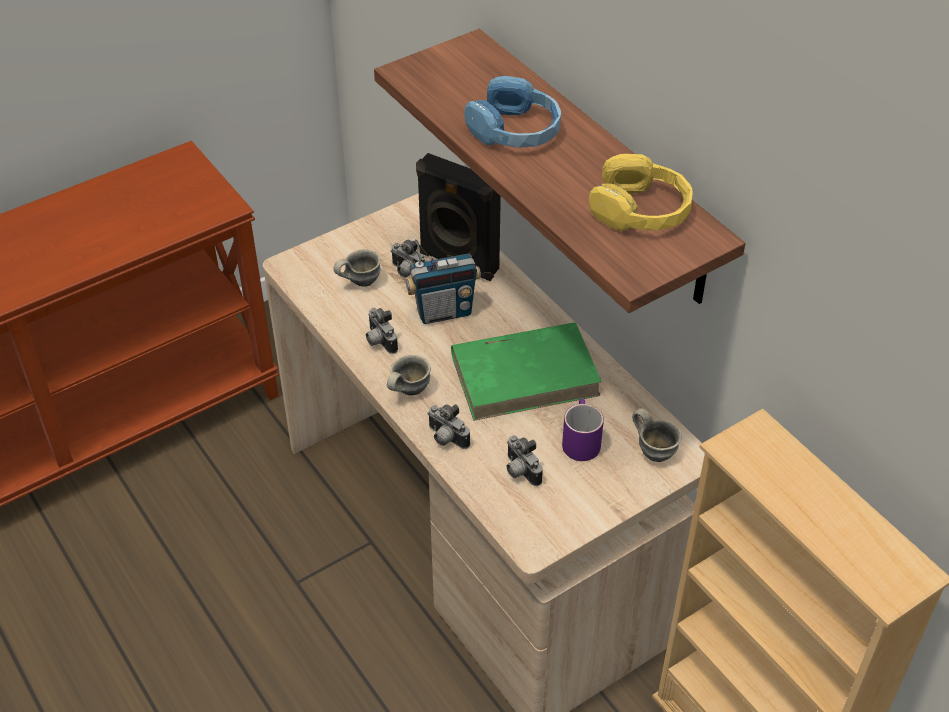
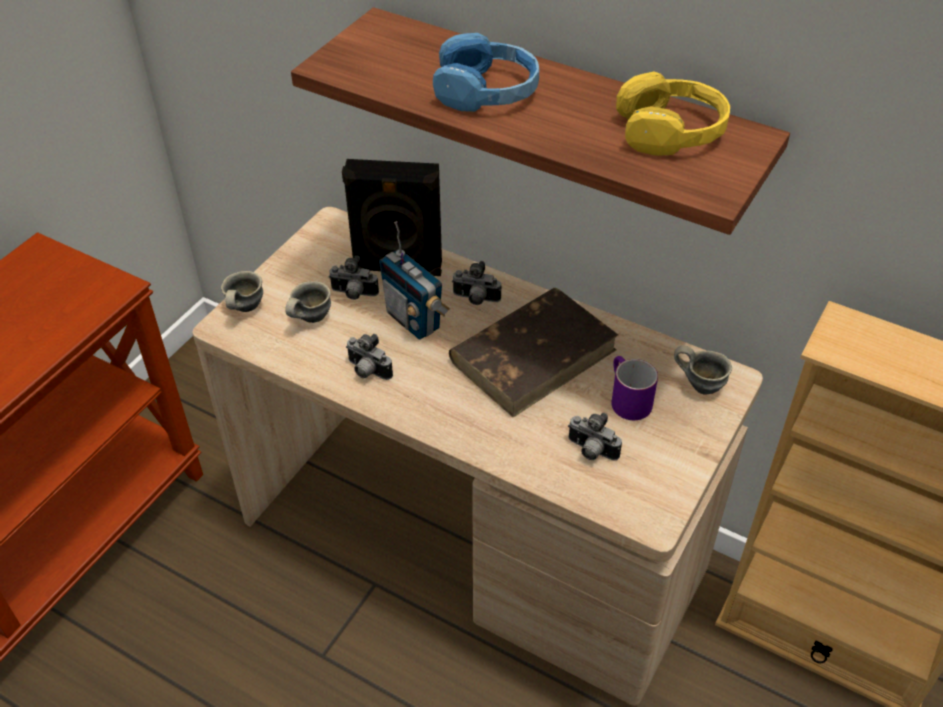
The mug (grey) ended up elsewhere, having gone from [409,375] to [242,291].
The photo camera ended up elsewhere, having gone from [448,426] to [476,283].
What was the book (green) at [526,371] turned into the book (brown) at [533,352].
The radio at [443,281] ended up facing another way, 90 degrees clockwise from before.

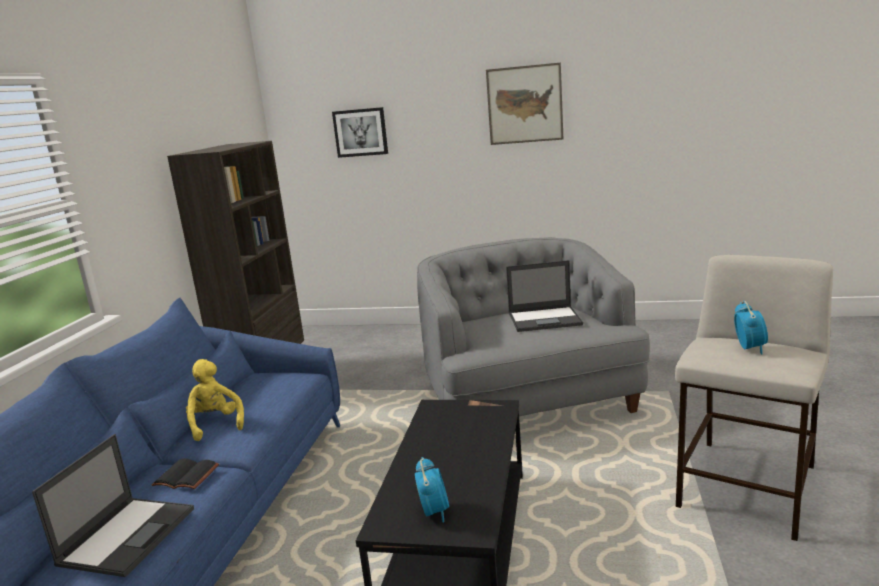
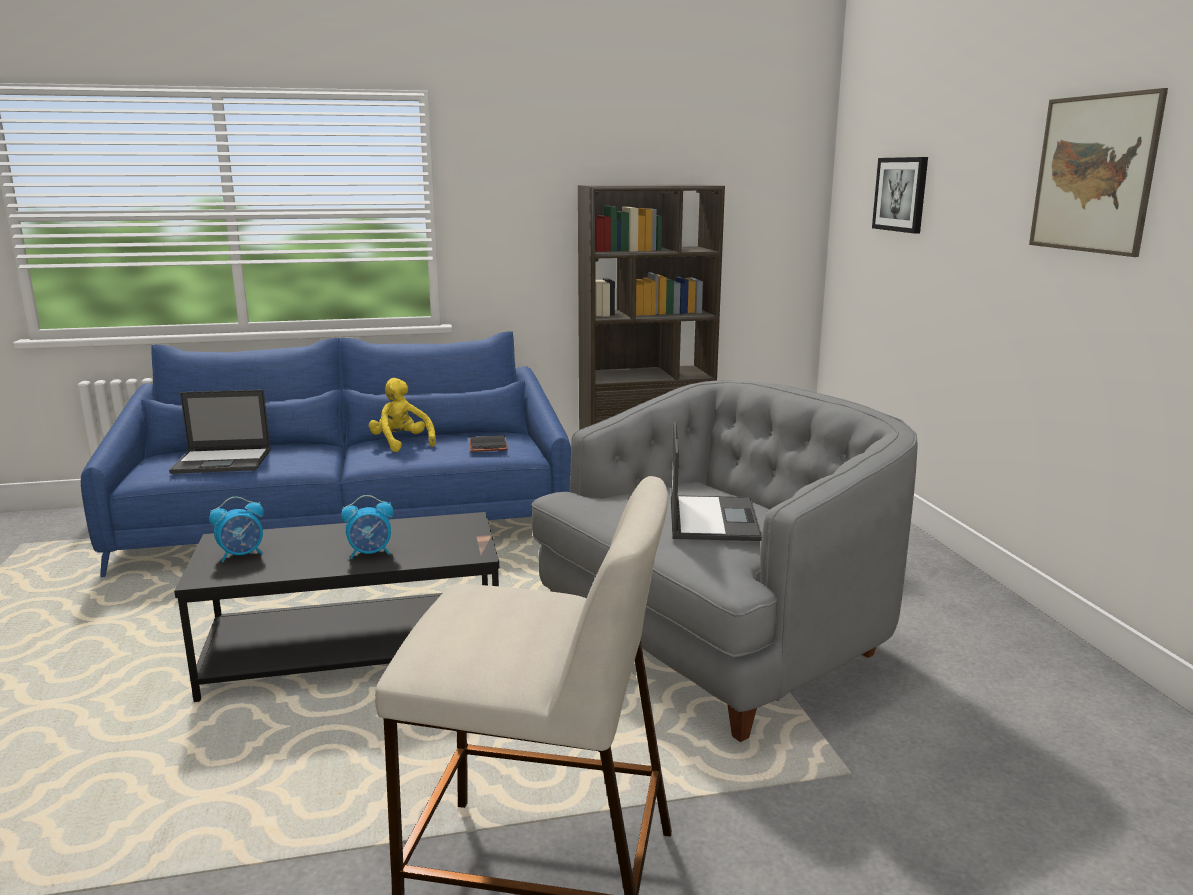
The book (black) ended up elsewhere, having gone from [185,473] to [488,443].
The alarm clock ended up elsewhere, having gone from [751,328] to [367,527].
The plush toy (yellow) at [215,400] ended up facing another way, 75 degrees counterclockwise from before.
The laptop at [544,296] ended up facing another way, 150 degrees counterclockwise from before.

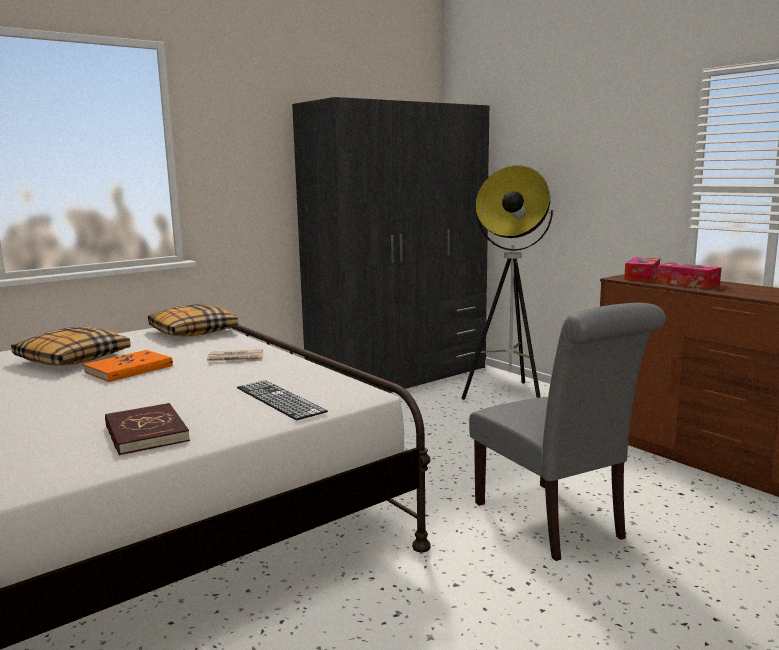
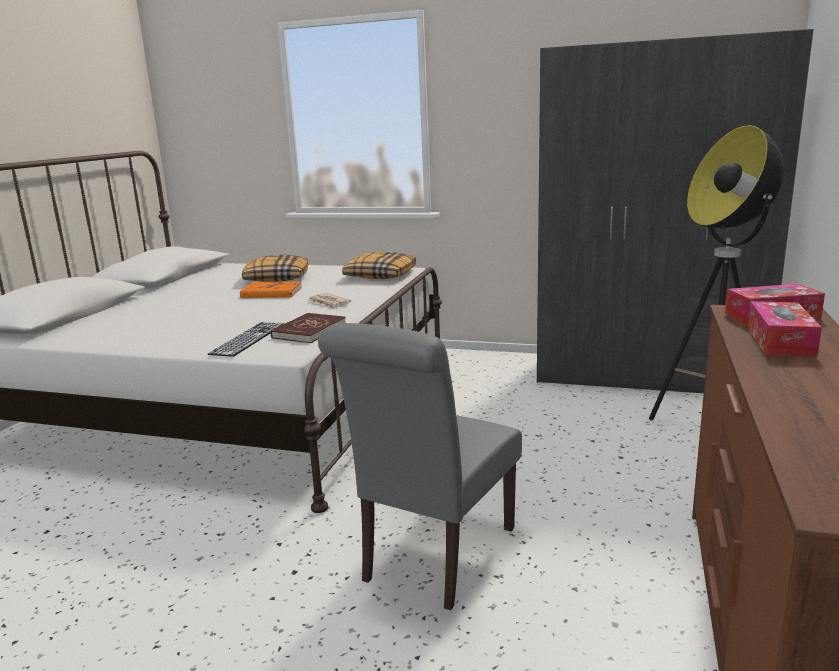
The book (red) ended up elsewhere, having gone from [147,429] to [308,328].

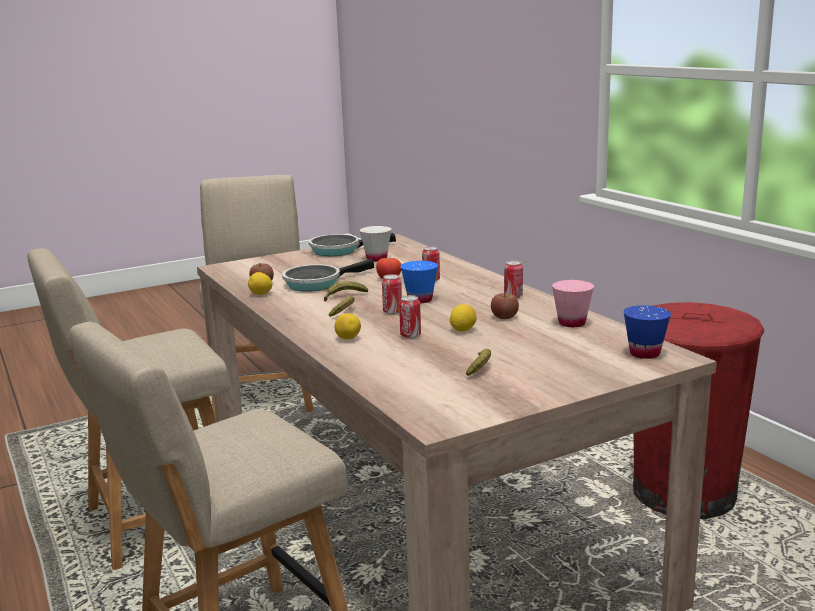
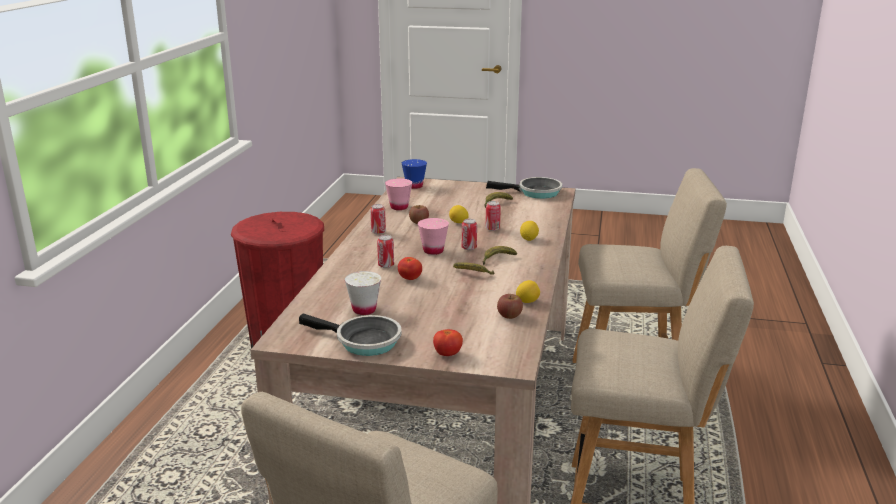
The second view gained the tomato at [448,342].
The frying pan ended up elsewhere, having gone from [328,275] to [524,188].
What was the cup (blue) at [419,282] turned into the cup (pink) at [433,236].

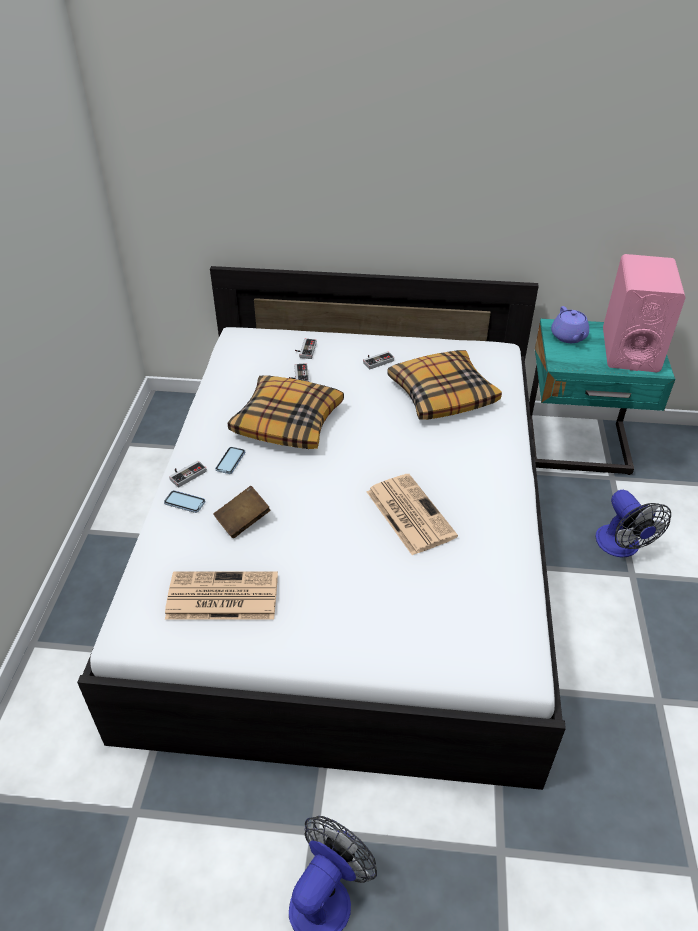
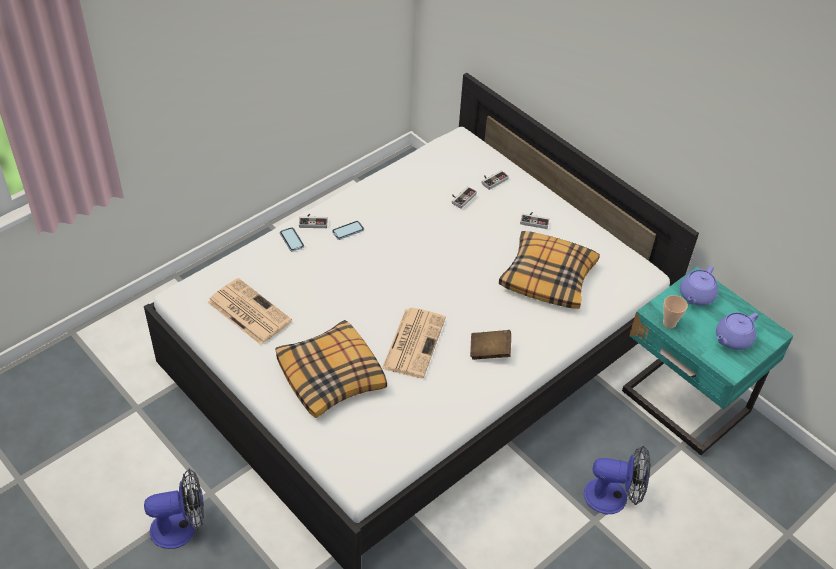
The second view gained the cup at [675,311].
The book (brown) ended up elsewhere, having gone from [242,512] to [490,345].
The pillow ended up elsewhere, having gone from [286,412] to [331,369].
Where the speaker (pink) stood at [644,313], the teapot (purple) came to stand at [737,331].
The fan at [633,523] ended up facing another way, 105 degrees counterclockwise from before.

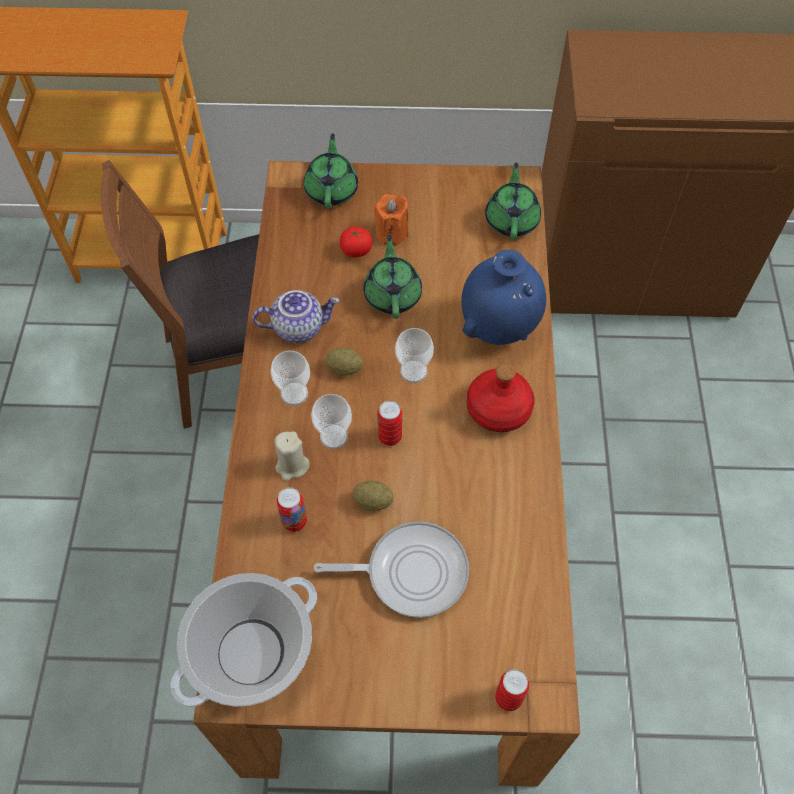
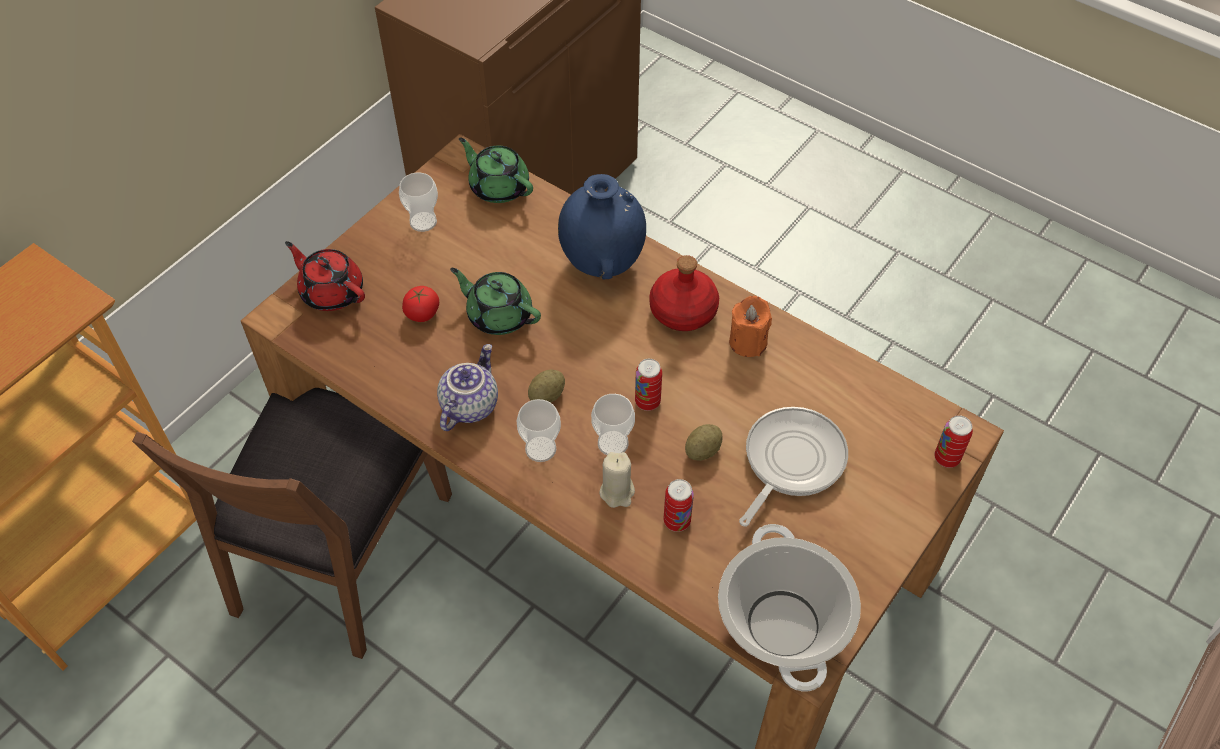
The candle (orange) ended up elsewhere, having gone from [391,219] to [750,326].
The cup ended up elsewhere, having gone from [414,355] to [418,202].
What was the teapot (green) at [331,171] turned into the teapot (red) at [325,276].

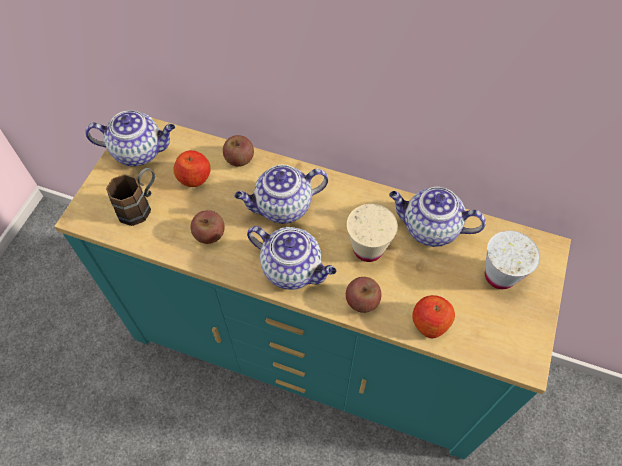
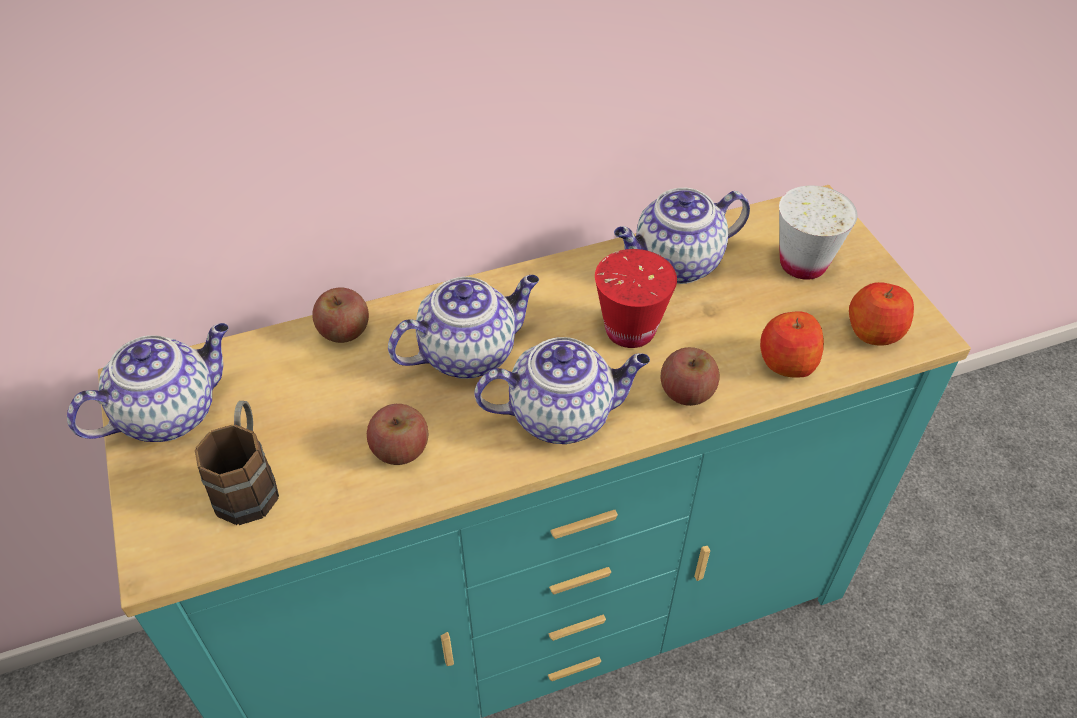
The apple ended up elsewhere, having gone from [191,168] to [881,314].
What was the cup (beige) at [372,233] turned into the cup (red) at [636,298].
The teapot at [281,194] ended up facing another way, 150 degrees counterclockwise from before.

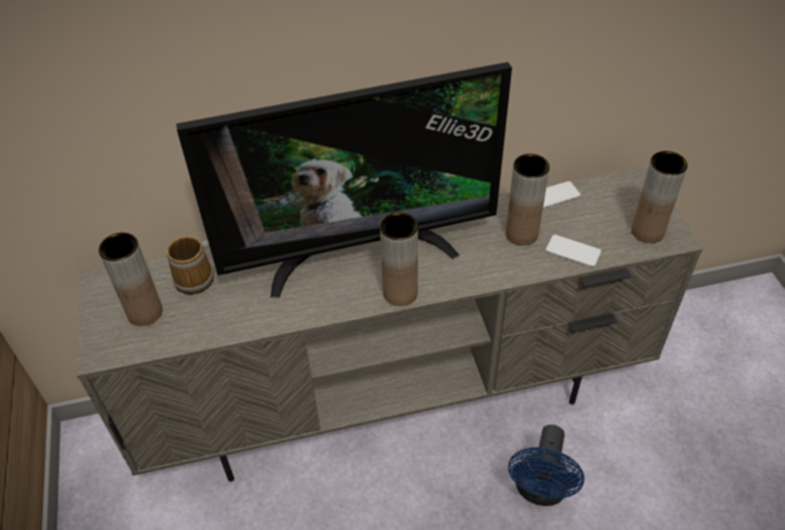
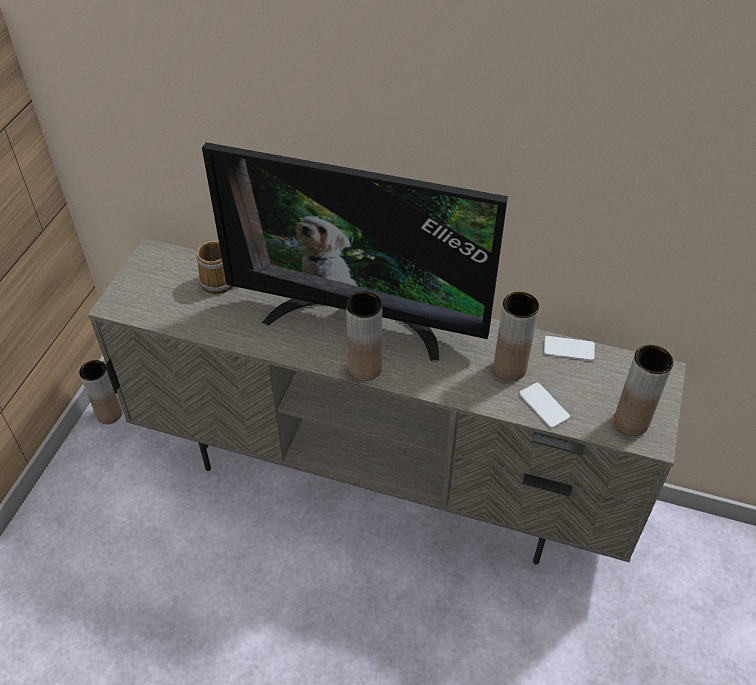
The second view lost the fan (blue) at [546,465].
The vase (brown) ended up elsewhere, having gone from [131,279] to [100,392].

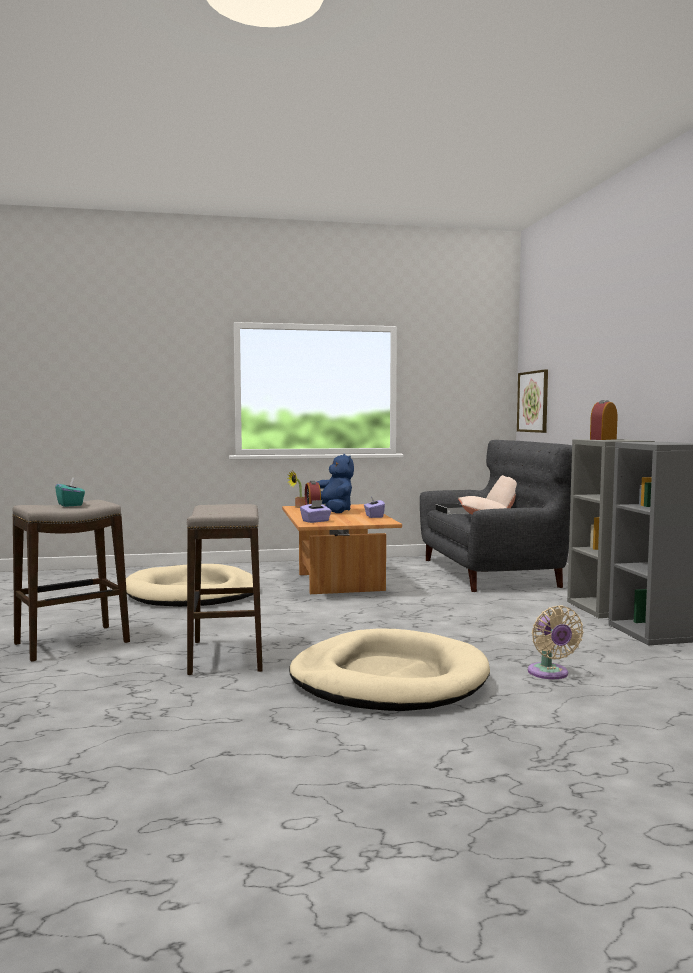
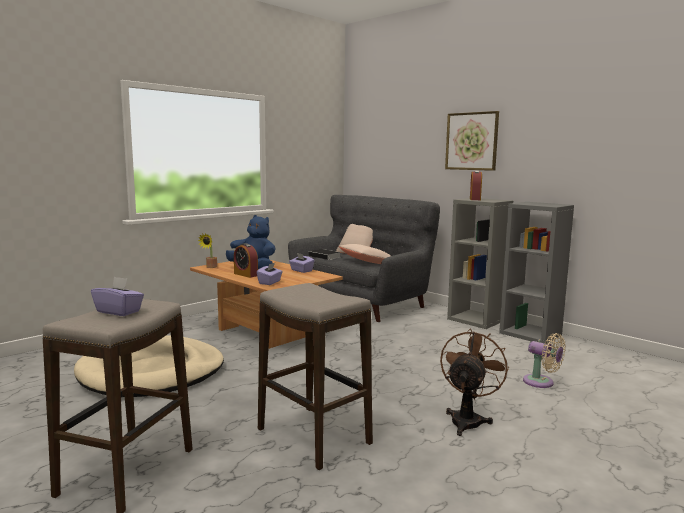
The picture ended up elsewhere, having gone from [532,401] to [472,141].
Where the dog bed (beige) stood at [389,669], the fan (brown) came to stand at [474,382].
What was the tissue box (turquoise) at [70,492] turned into the tissue box (purple) at [117,296].

